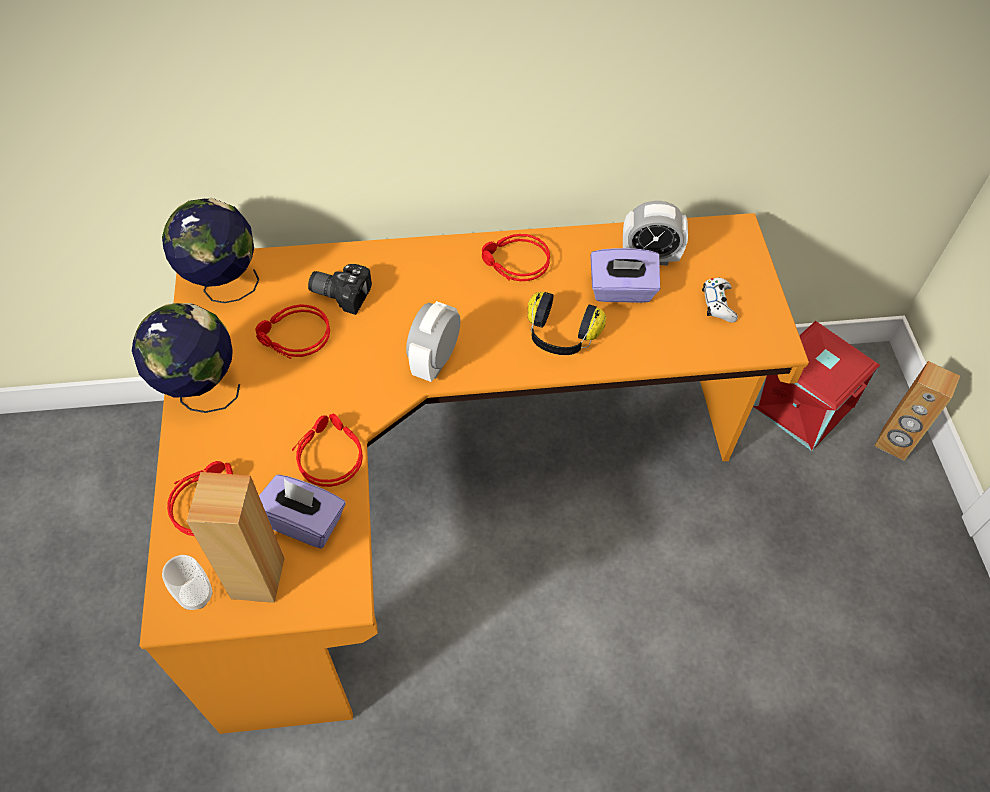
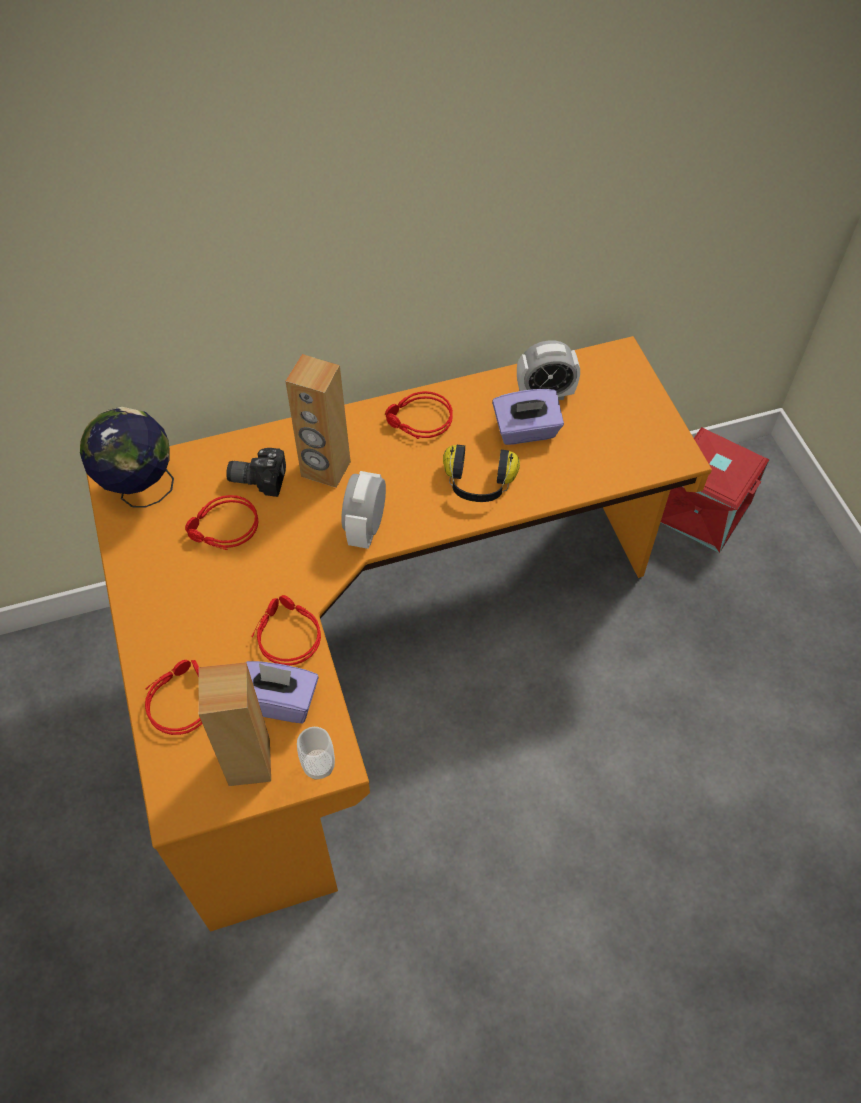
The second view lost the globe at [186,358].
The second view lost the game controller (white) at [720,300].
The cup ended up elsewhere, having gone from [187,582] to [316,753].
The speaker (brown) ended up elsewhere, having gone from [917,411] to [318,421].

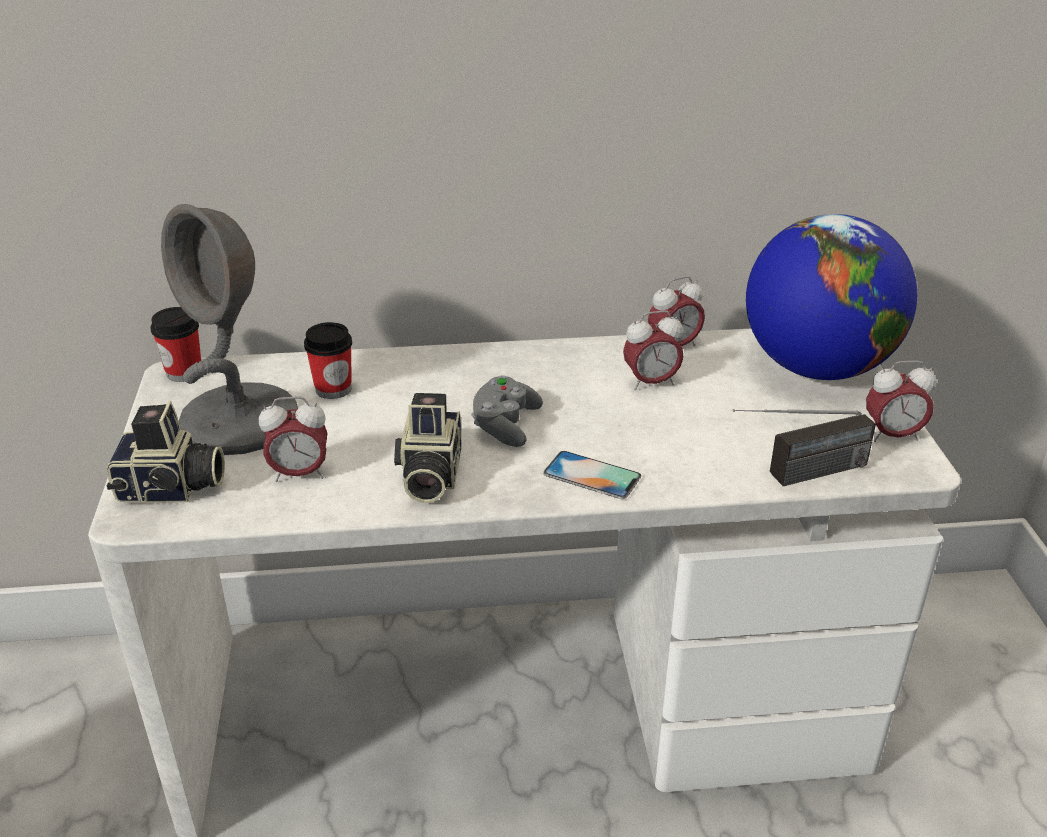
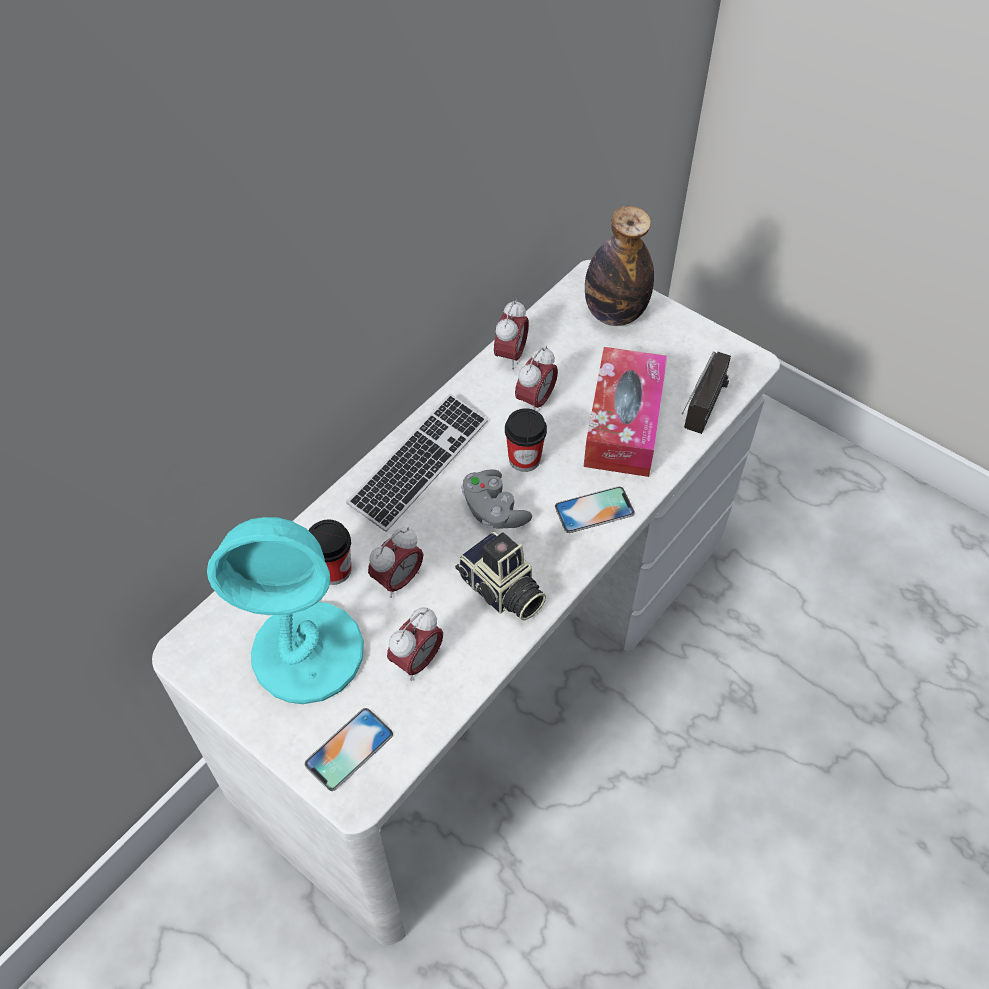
The second view gained the keyboard at [417,462].
The second view gained the tissue box at [625,412].
The cup ended up elsewhere, having gone from [175,344] to [526,440].
The alarm clock ended up elsewhere, having gone from [901,401] to [395,562].
Where the photo camera stood at [165,452], the phone came to stand at [348,749].
Where the globe stood at [831,297], the bottle came to stand at [619,266].
What was the table lamp (grey) at [229,329] turned into the table lamp (turquoise) at [285,610].

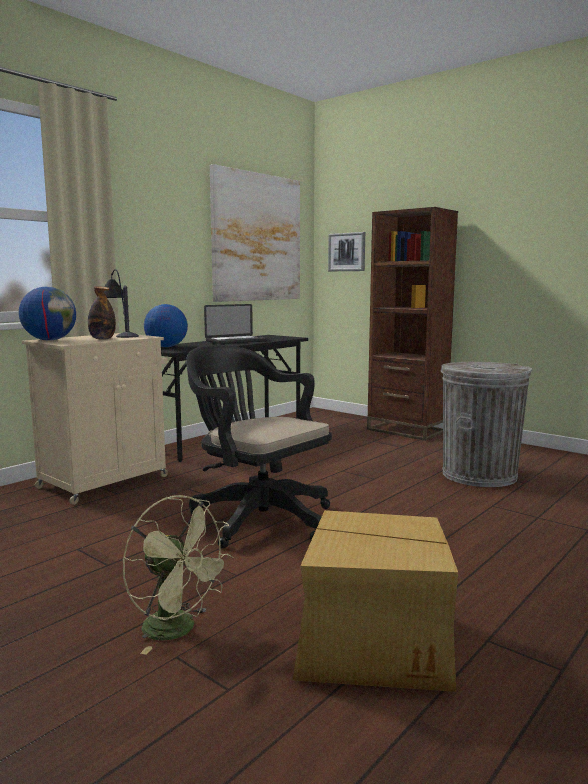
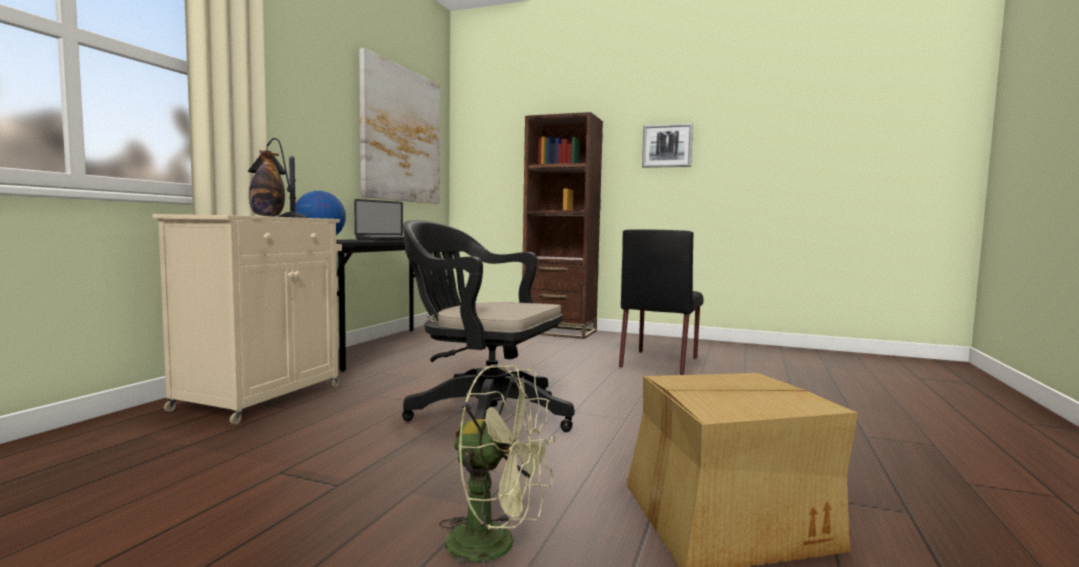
The second view lost the globe at [47,314].
The picture ended up elsewhere, having gone from [346,251] to [667,145].
Where the trash can (grey) stood at [486,424], the chair (black) came to stand at [661,302].

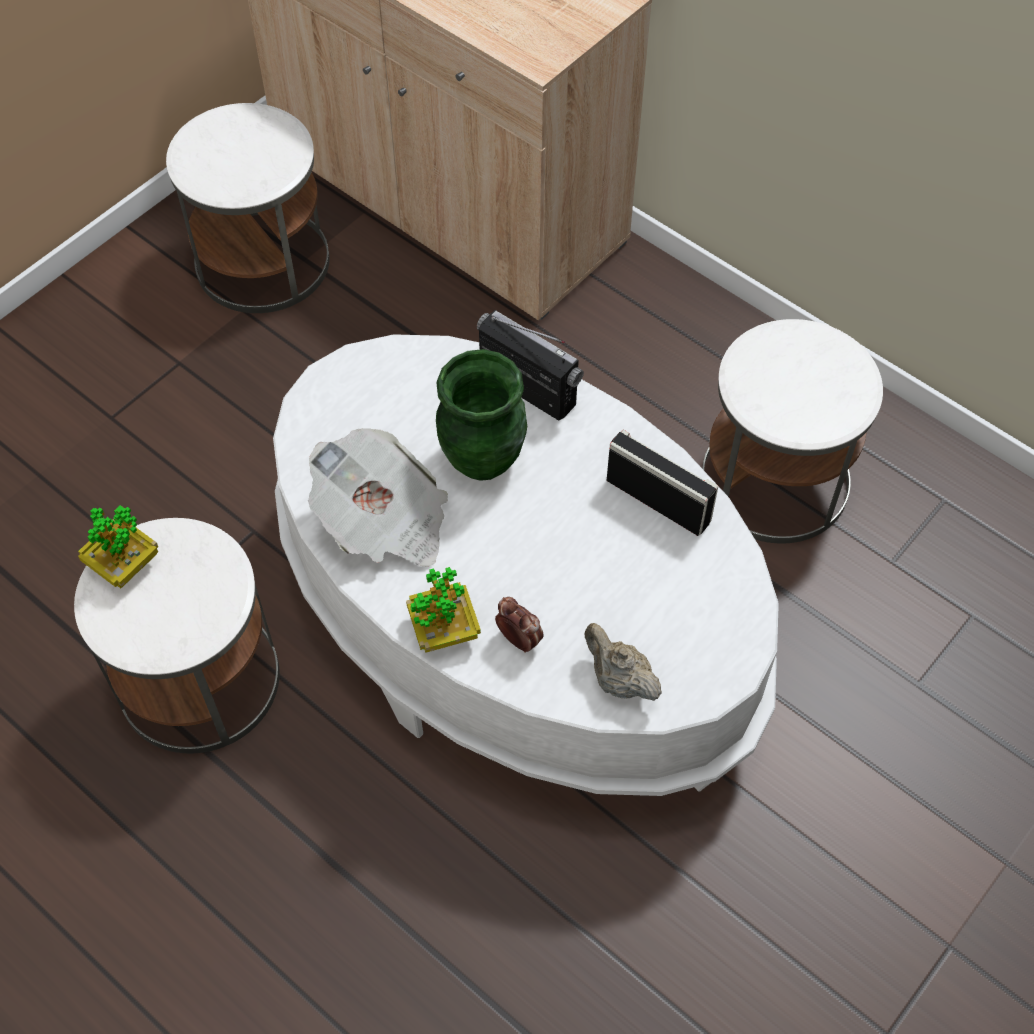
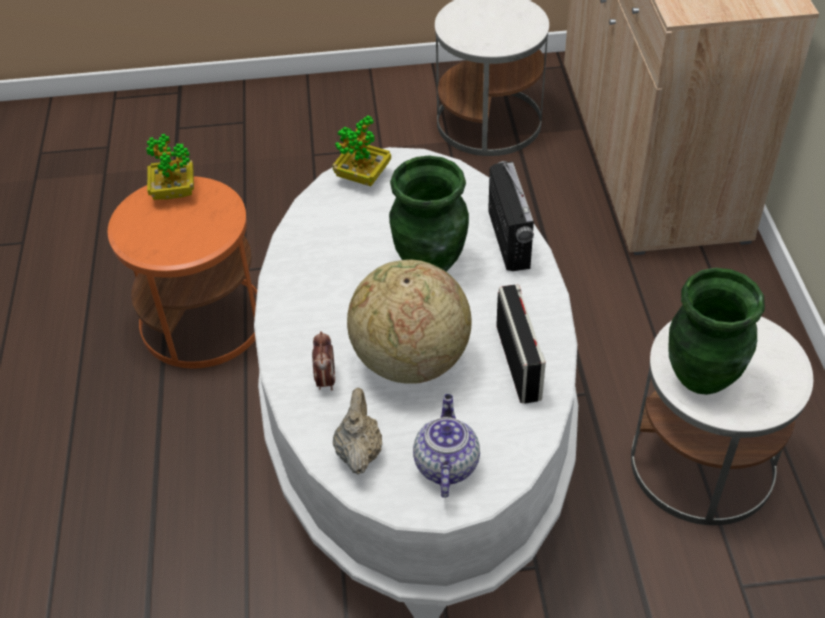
The second view lost the newspaper at [378,497].
The second view gained the globe at [409,322].
The second view gained the teapot at [446,446].
The second view gained the vase (green) at [716,331].
The potted plant ended up elsewhere, having gone from [443,610] to [361,150].
What was the side table (white) at [177,635] turned into the side table (orange) at [182,272].

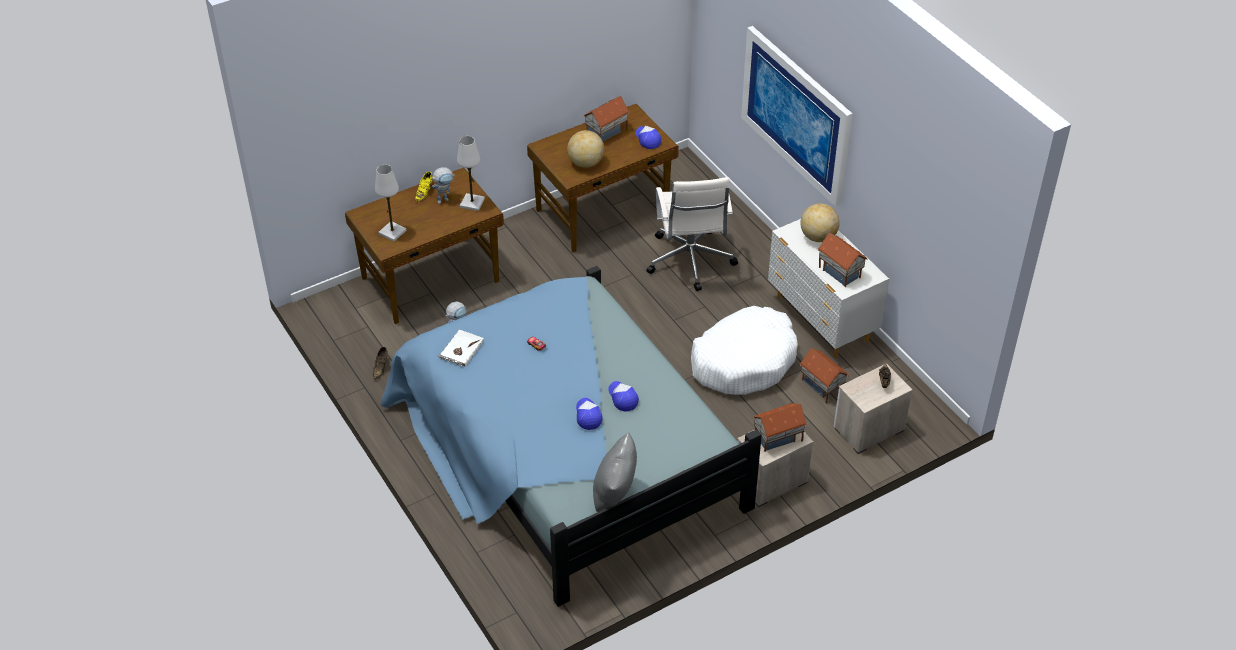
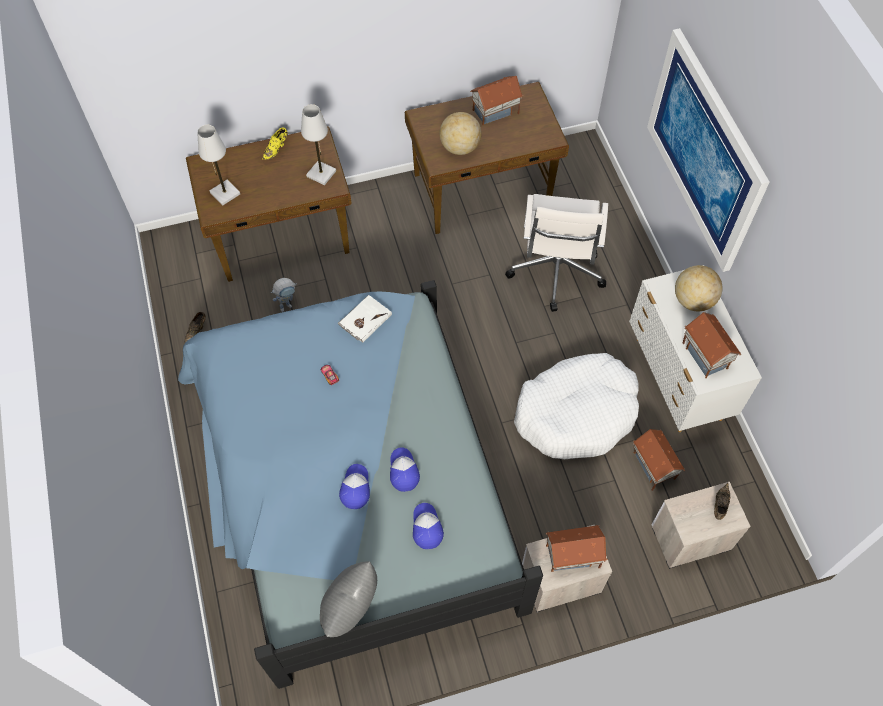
The second view lost the toy robot at [443,185].
The book (white) ended up elsewhere, having gone from [461,348] to [365,319].
The cap ended up elsewhere, having gone from [648,137] to [428,526].

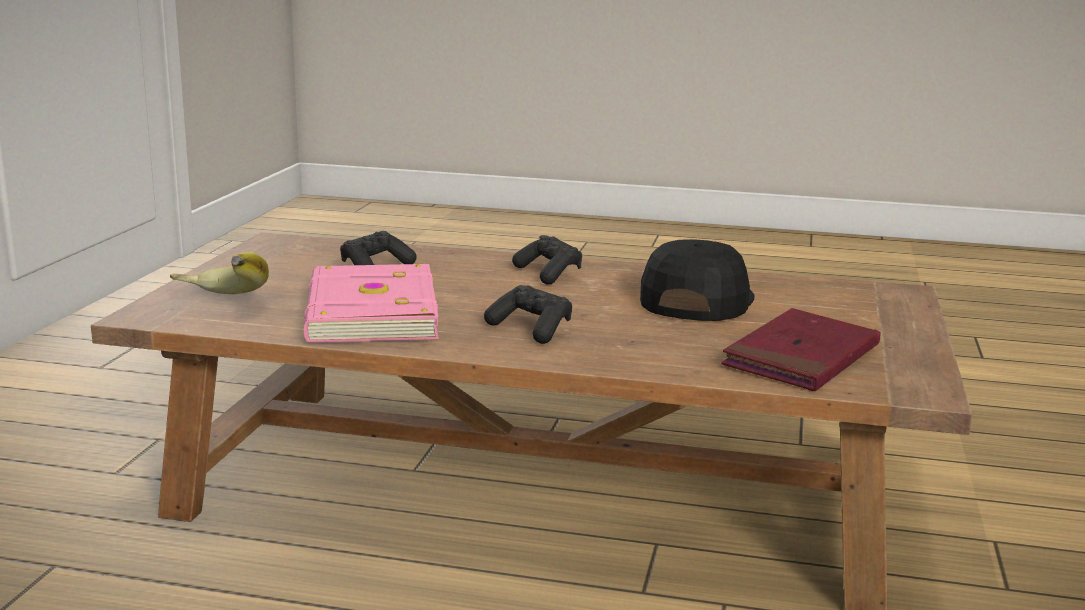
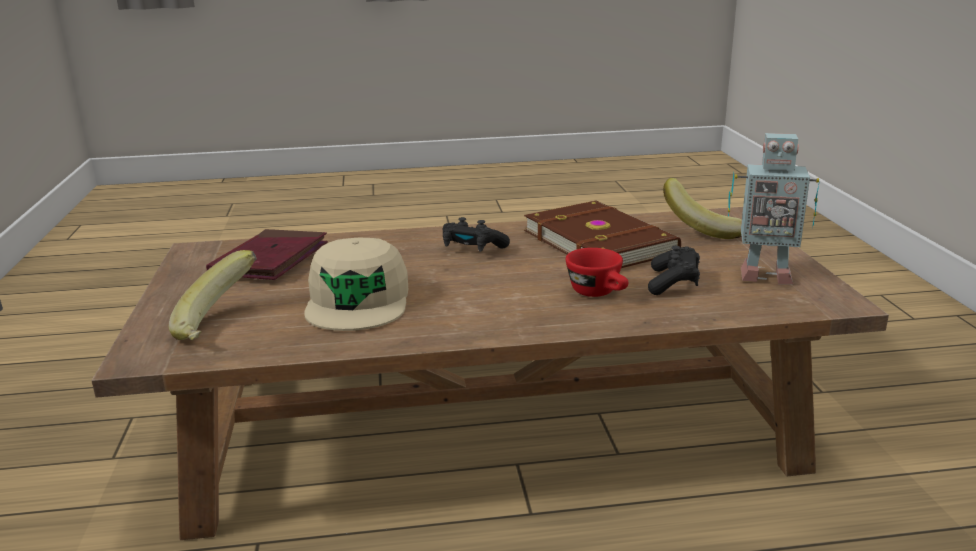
The second view lost the game controller (black) at [547,260].
The second view gained the banana at [213,295].
The second view gained the cup (red) at [597,272].
The second view gained the toy robot at [774,209].
What was the book (pink) at [371,303] turned into the book (brown) at [602,234].
What was the cap (black) at [697,280] turned into the cap (beige) at [356,284].

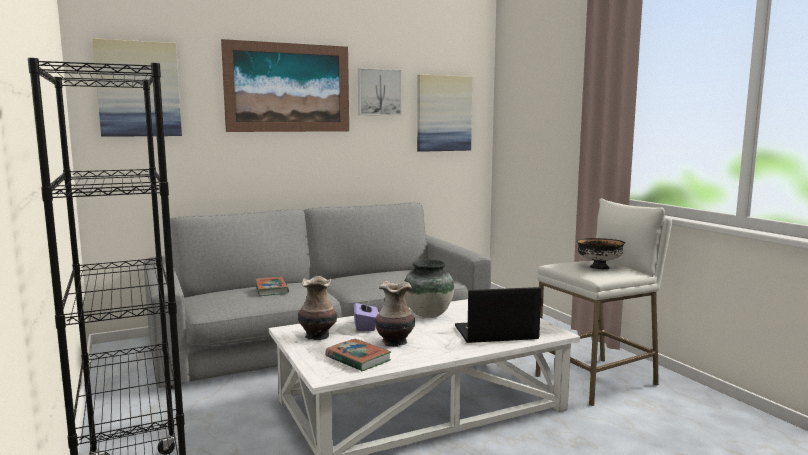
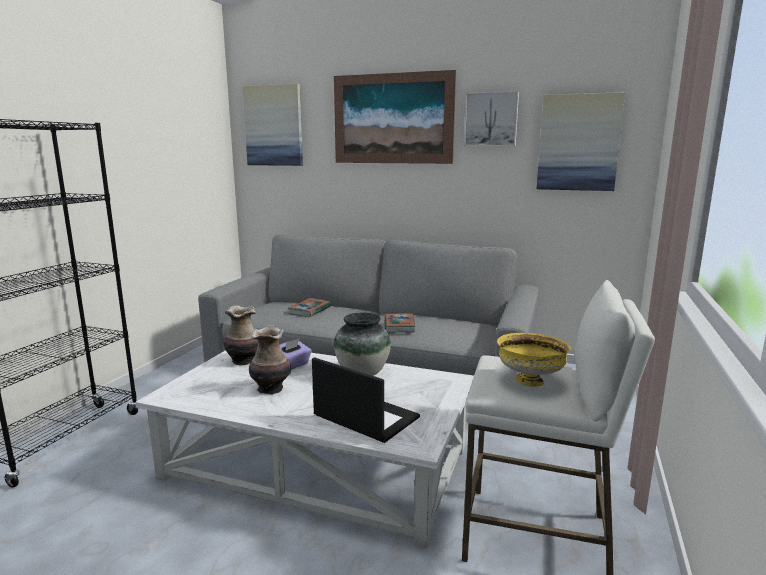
The book ended up elsewhere, having gone from [358,355] to [399,322].
What was the bowl (black) at [601,253] turned into the bowl (yellow) at [534,360].

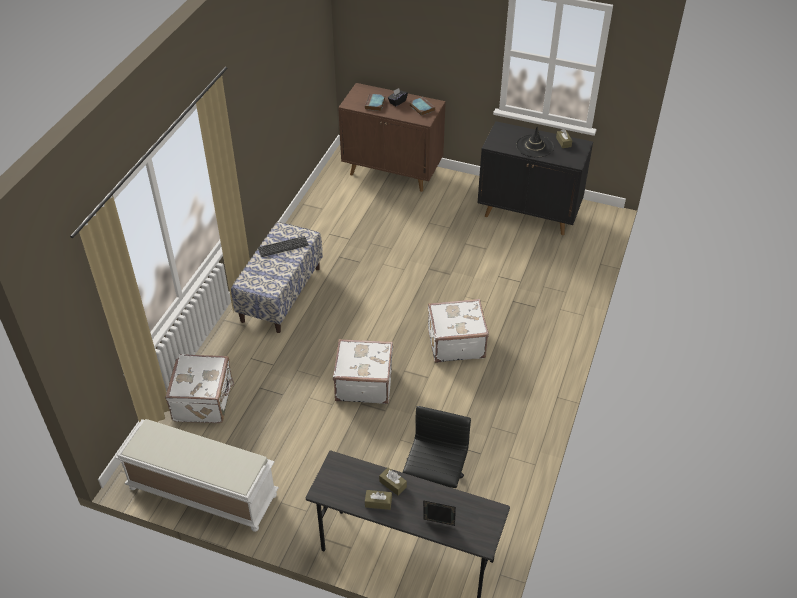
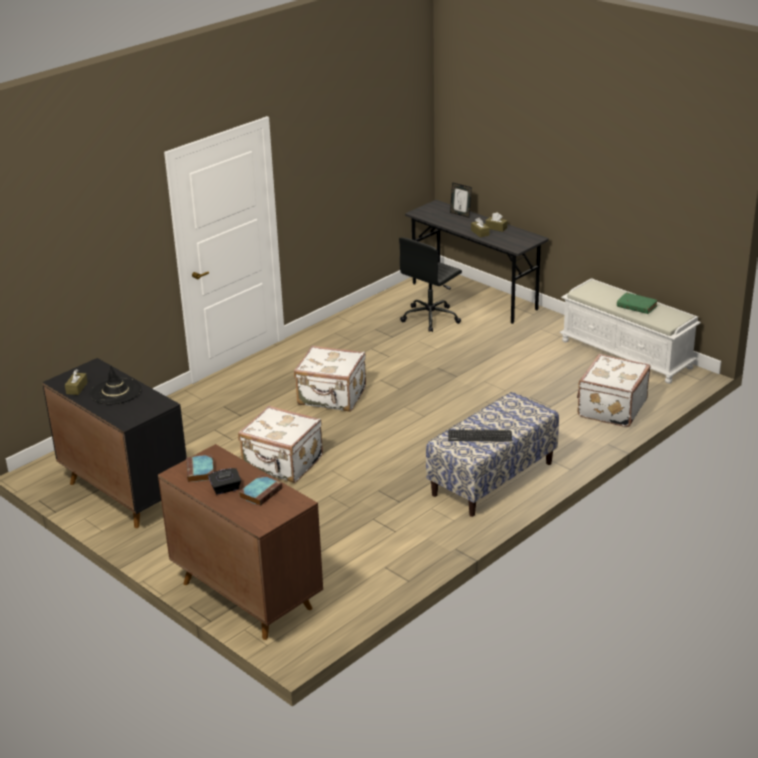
The second view gained the book (green) at [637,303].
The suitcase (white) ended up elsewhere, having gone from [363,371] to [280,444].

